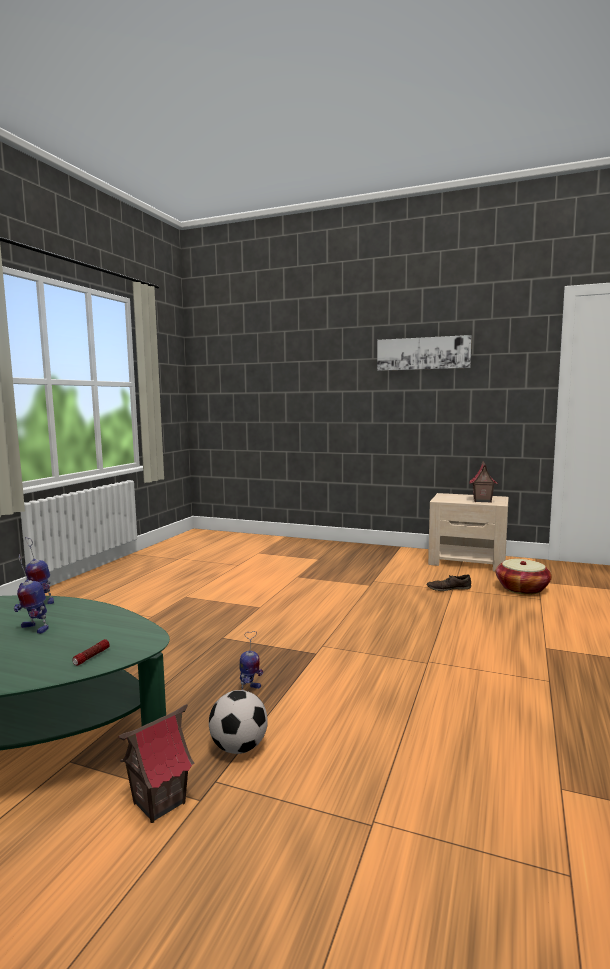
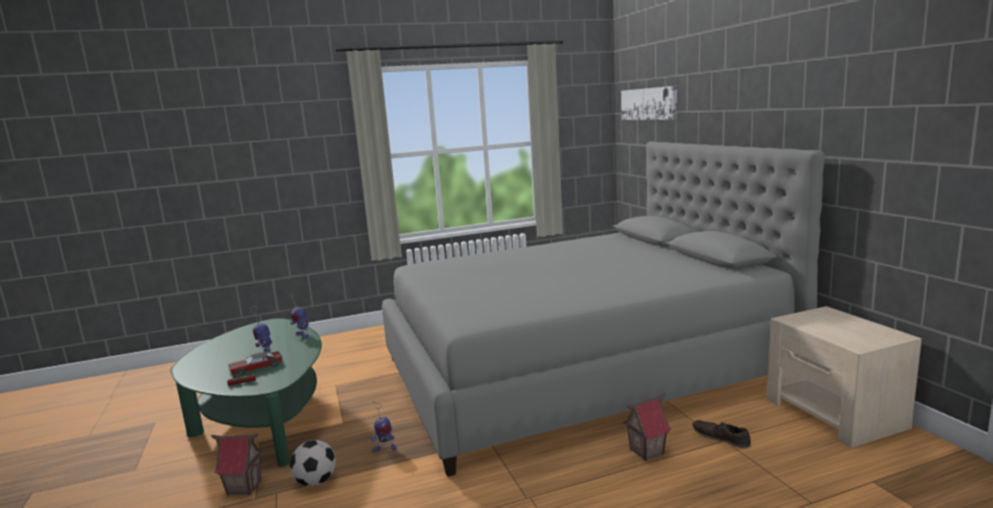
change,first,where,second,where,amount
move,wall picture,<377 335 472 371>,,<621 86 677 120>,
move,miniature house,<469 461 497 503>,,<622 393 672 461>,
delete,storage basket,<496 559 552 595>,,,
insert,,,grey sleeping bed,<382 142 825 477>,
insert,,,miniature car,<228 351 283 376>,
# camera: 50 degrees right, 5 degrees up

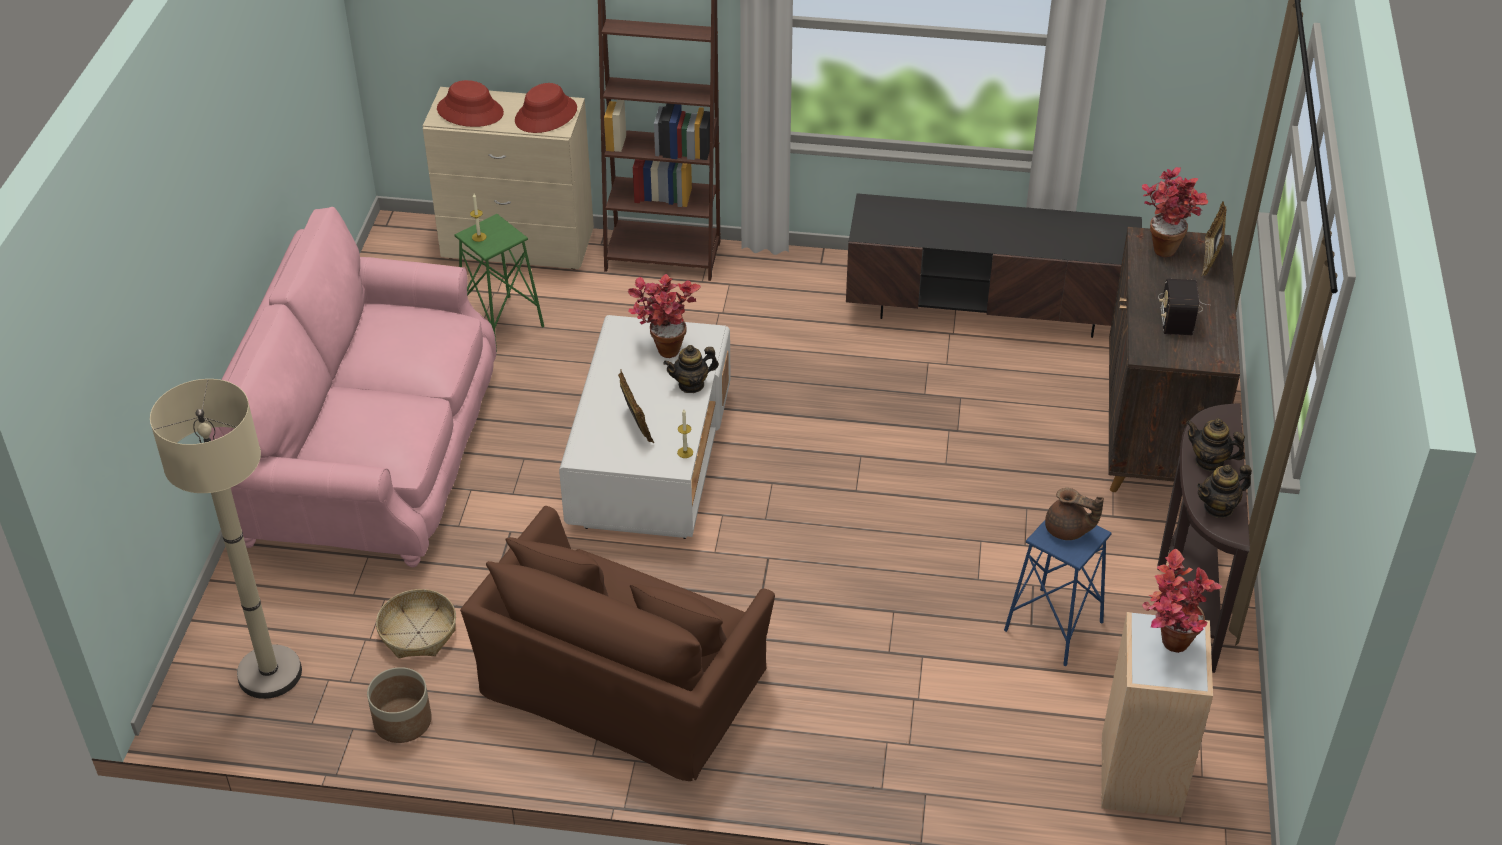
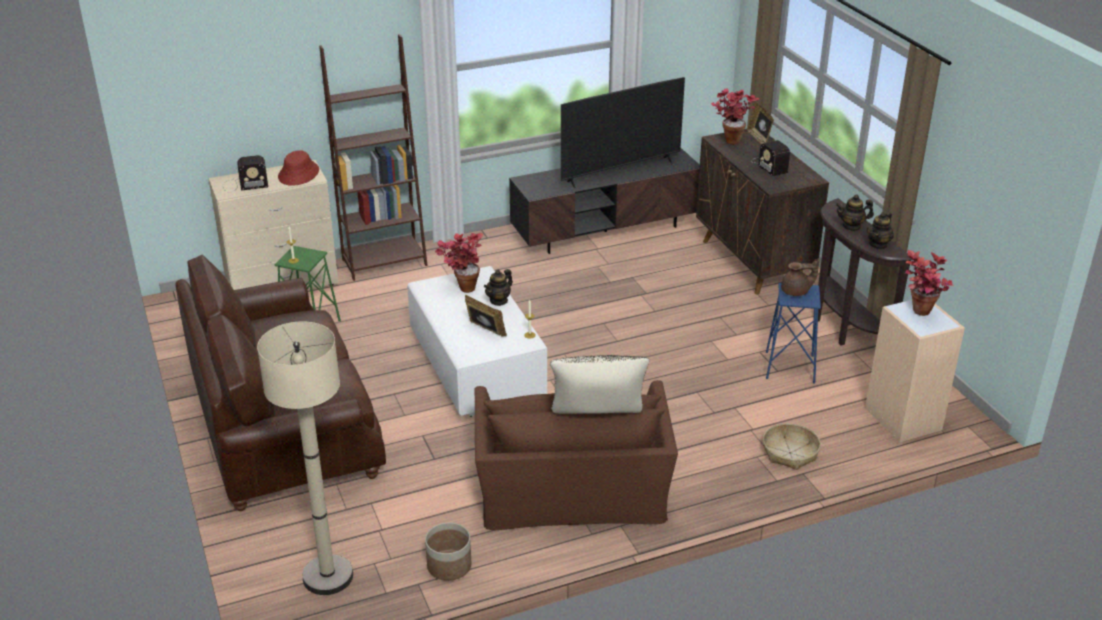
change,first,where,second,where,amount
replace,red-coloured hat,<437 80 504 127>,radio set,<223 155 268 192>,
recolor,pinkish sofa,<209 207 497 567>,brown sofa,<176 255 386 511>,
move,storage basket,<376 589 456 658>,,<763 423 821 470>,
insert,,,television,<561 77 685 188>,
insert,,,beige-coloured cushion,<550 355 649 414>,
# camera: 30 degrees left, 10 degrees down

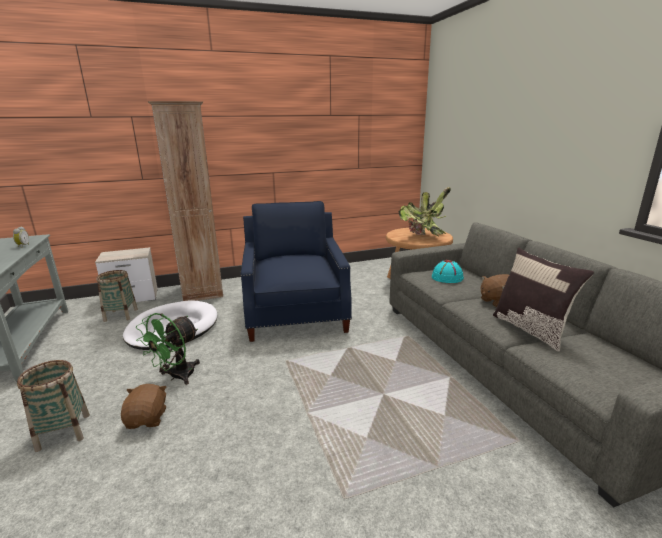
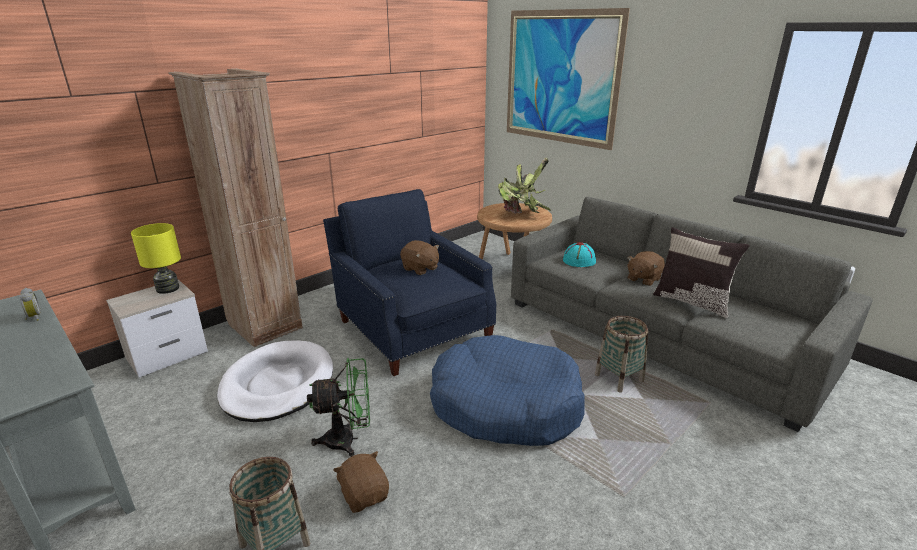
change,first,where,second,where,amount
move,storage basket,<97 270 138 322>,,<595 316 649 393>,
rotate,green-coloured fan,<136 313 200 385>,,<307 358 370 457>,105 degrees counterclockwise
insert,,,wall picture,<507 8 630 150>,
insert,,,yellow lamp for a table,<131 223 181 294>,
insert,,,brown plush toy,<400 240 439 275>,
insert,,,blue-coloured dog bed,<430 335 585 446>,
# camera: 25 degrees left, 5 degrees up

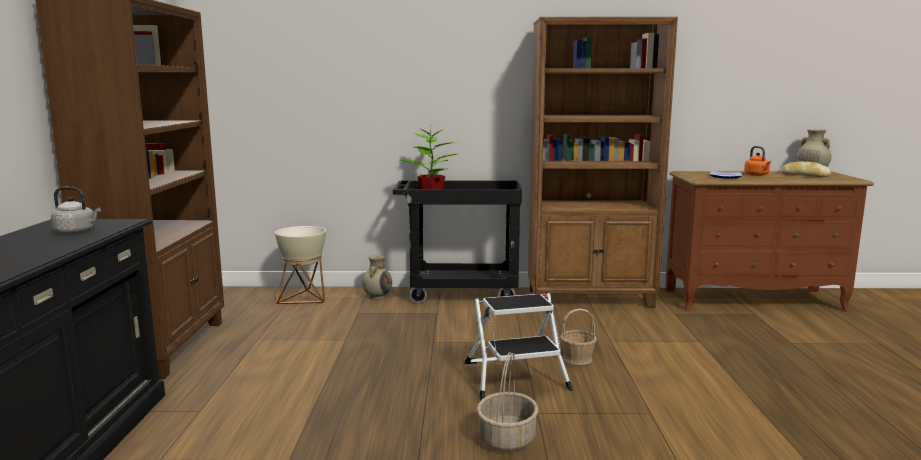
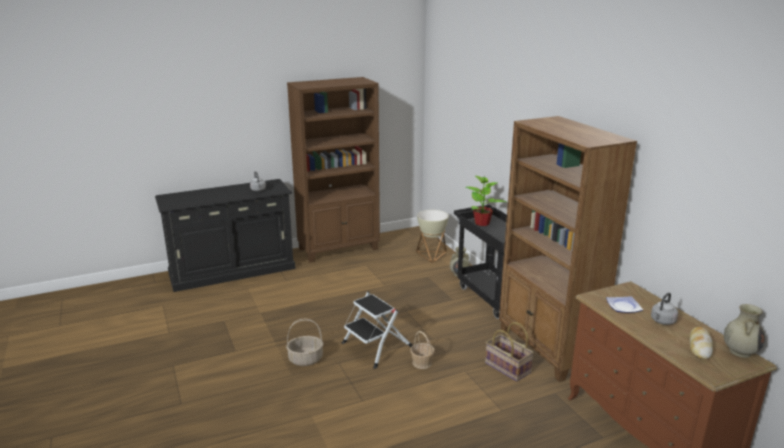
change,first,where,second,where,amount
recolor,orange kettle,<744 146 771 176>,grey kettle,<651 293 678 325>,
insert,,,storage basket,<485 322 534 382>,
# camera: 65 degrees right, 10 degrees up

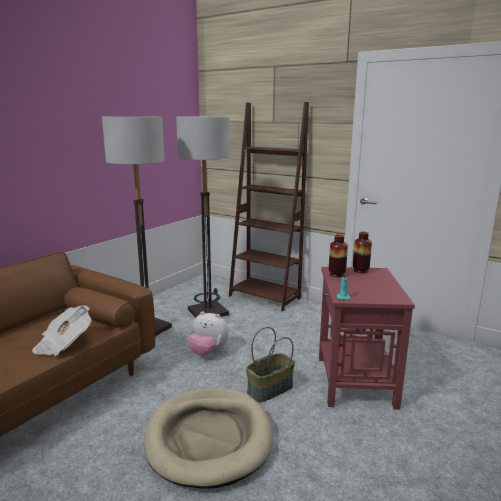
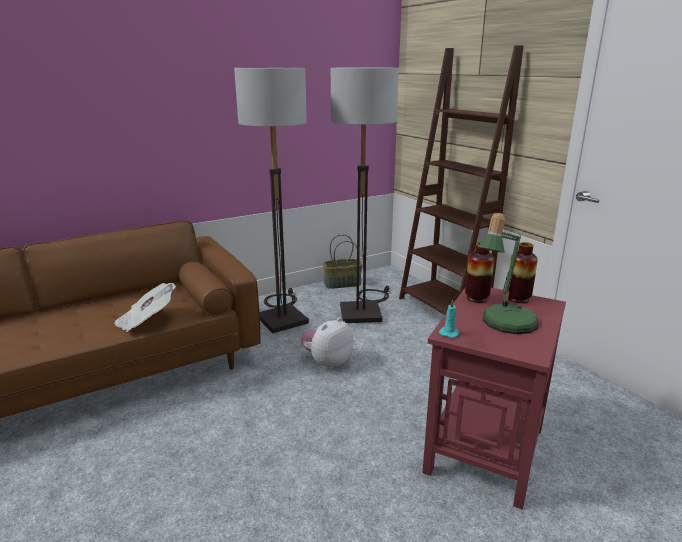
change,first,where,second,where,amount
rotate,plush toy,<188 311 229 356>,,<301 317 353 370>,90 degrees clockwise
move,storage basket,<246 327 295 402>,,<323 234 363 289>,
delete,beige-coloured dog bed,<144 388 272 488>,,,
insert,,,lamp for a table,<478 213 539 334>,
# camera: 25 degrees right, 5 degrees up

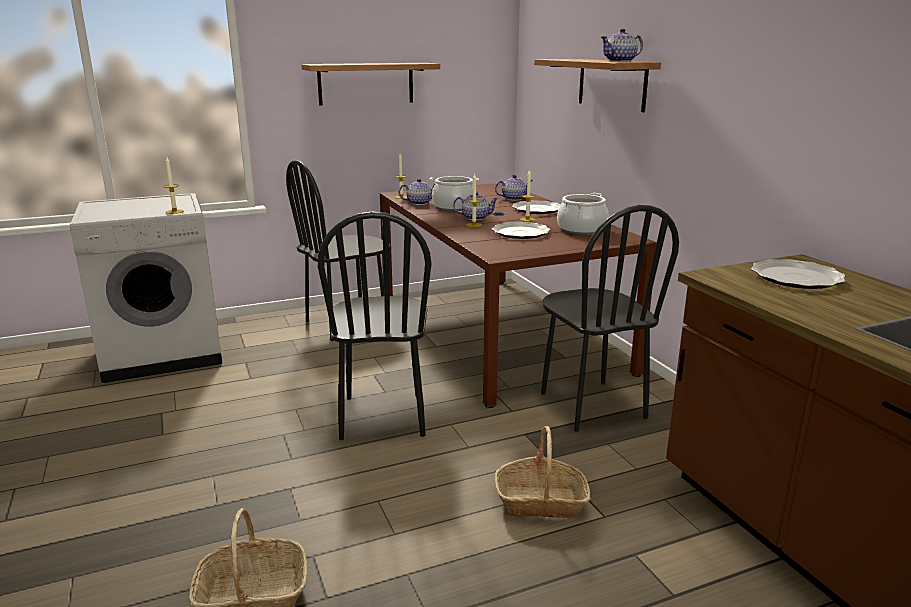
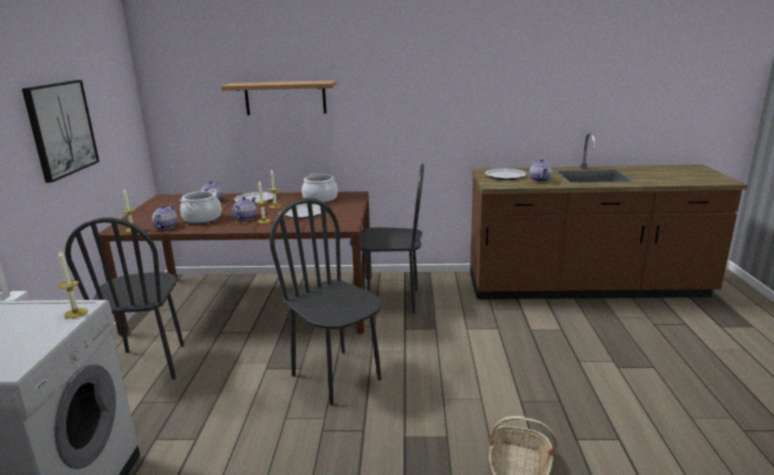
change,first,where,second,where,amount
move,tea pot,<601 29 643 62>,,<529 159 552 182>,
replace,bracket shelf,<301 63 440 106>,wall picture,<22 80 99 183>,
rotate,black upright chair,<318 211 432 440>,,<270 198 381 405>,150 degrees counterclockwise
delete,storage basket,<495 426 591 518>,,,
# camera: 65 degrees left, 0 degrees up

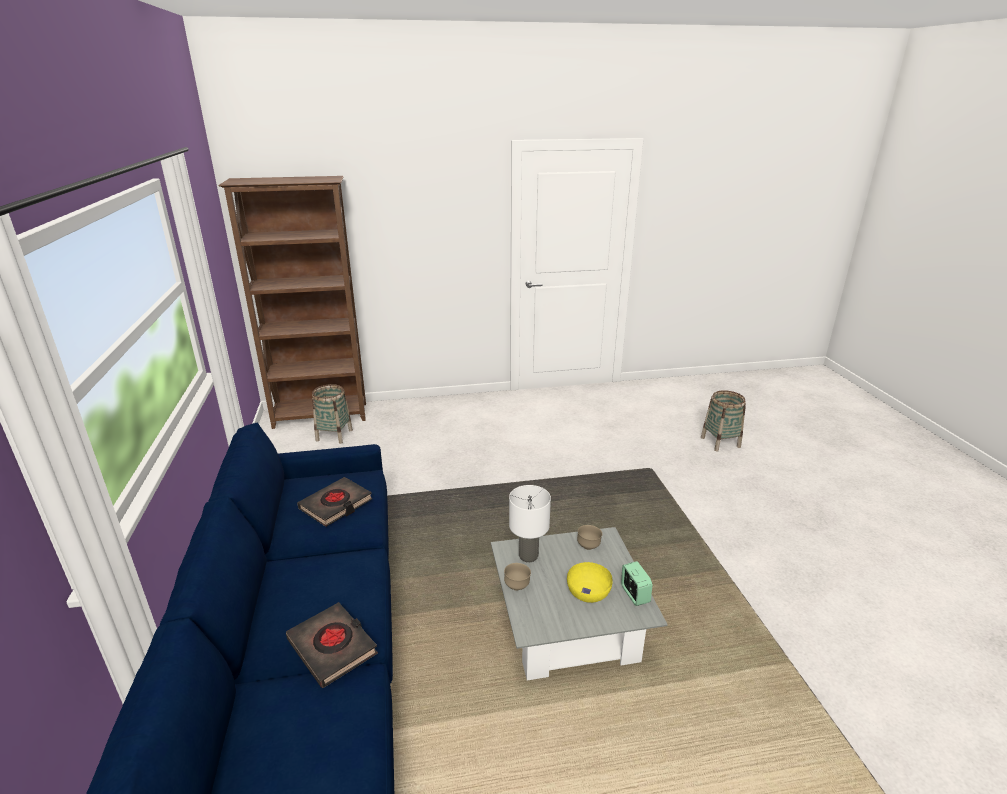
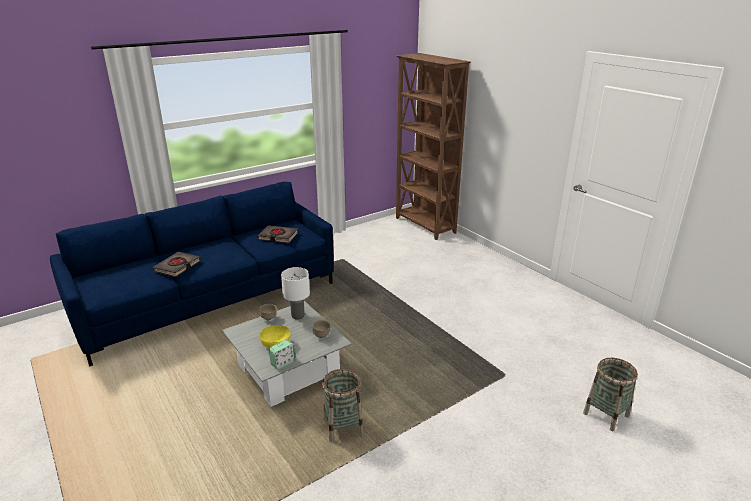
change,first,where,second,where,amount
move,storage basket,<312 384 353 444>,,<322 369 363 442>,
# camera: 65 degrees right, 0 degrees up

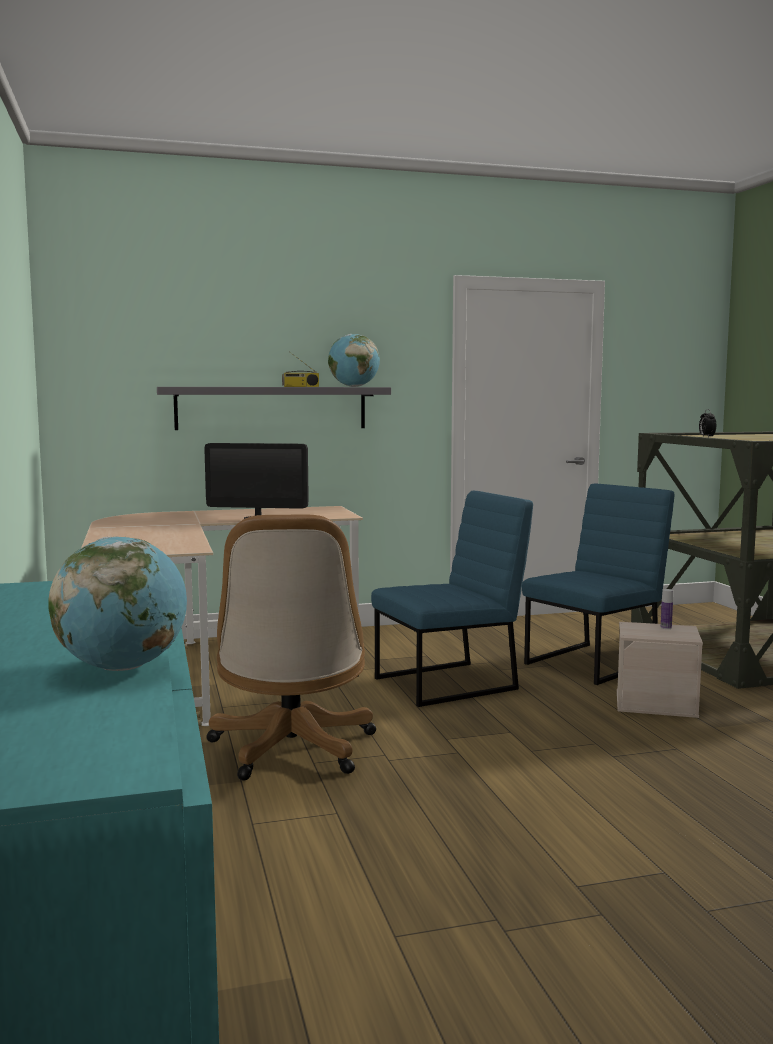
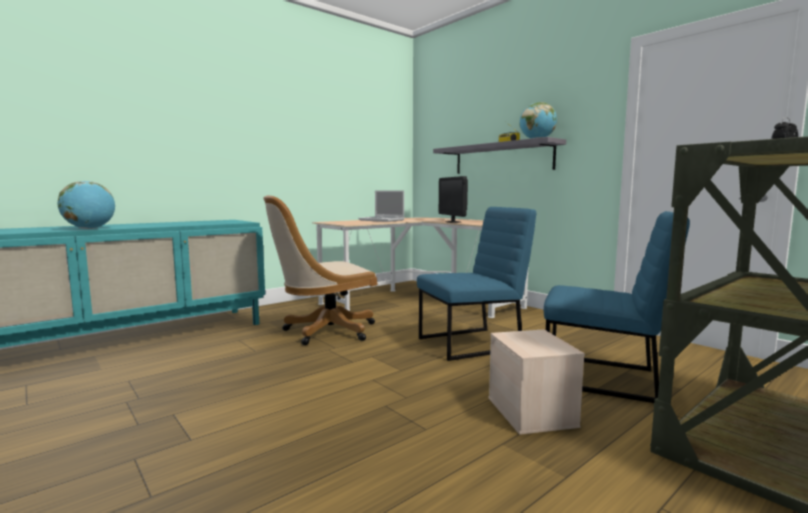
change,first,where,second,where,amount
rotate,blue-coloured upright chair,<371 491 533 707>,,<417 207 536 361>,60 degrees counterclockwise
delete,drink bottle,<661 589 673 629>,,,
insert,,,portable computer,<359 191 404 222>,
# camera: 65 degrees right, 0 degrees up

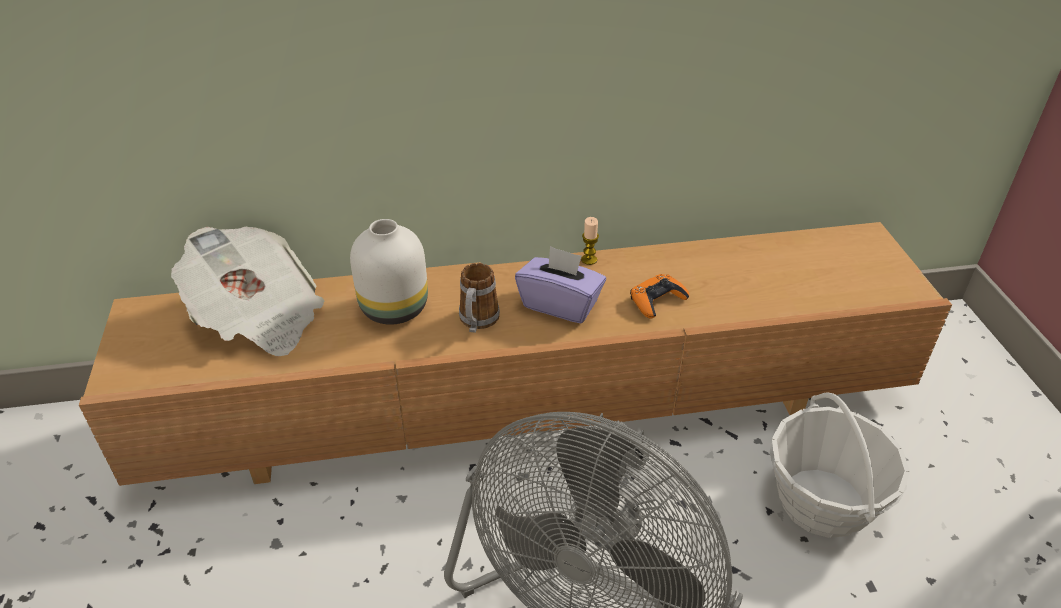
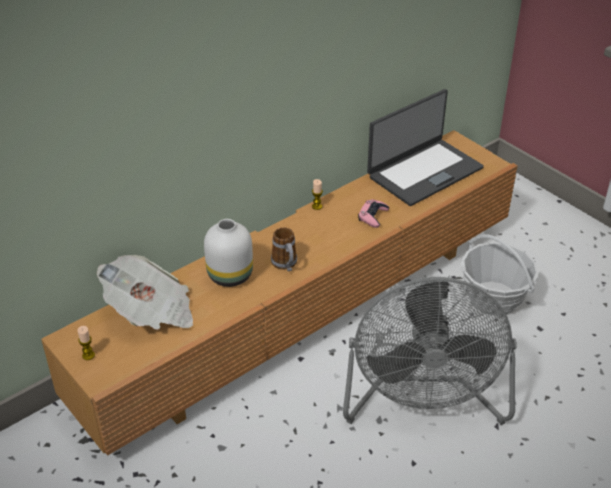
change,first,where,second,where,amount
delete,purplish tissue holder,<515 246 606 323>,,,
recolor,orange joypad,<630 274 689 319>,pinkish joypad,<358 199 389 228>,
insert,,,portable computer,<367 89 484 206>,
insert,,,candle,<78 326 95 360>,
# camera: 30 degrees left, 0 degrees up

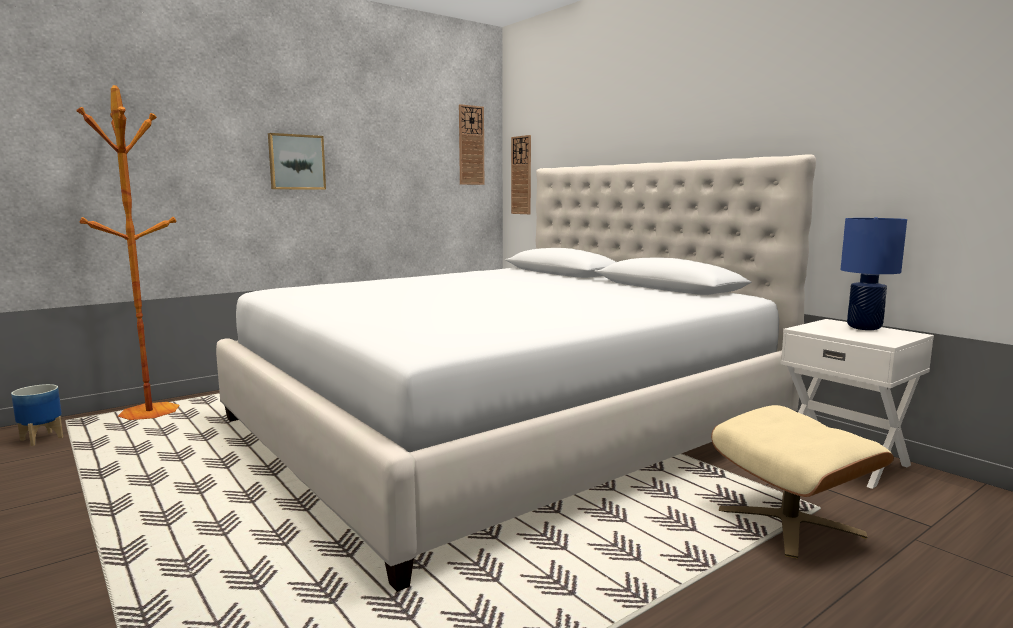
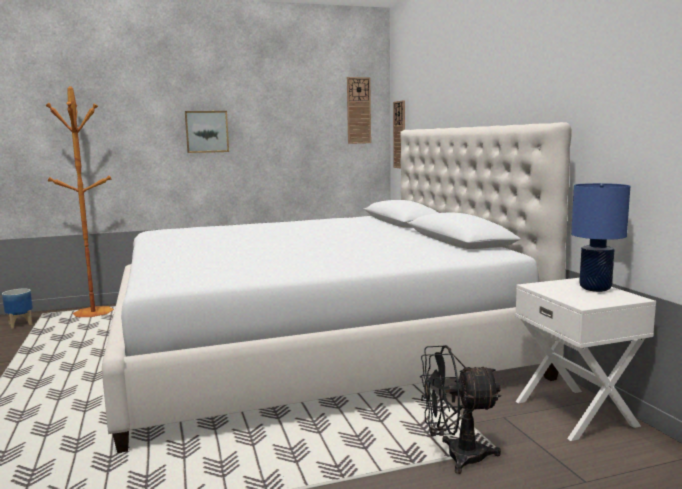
change,first,where,second,where,amount
replace,beige-coloured footrest,<711 405 894 558>,black fan,<420 345 501 474>,
# camera: 20 degrees right, 0 degrees up

